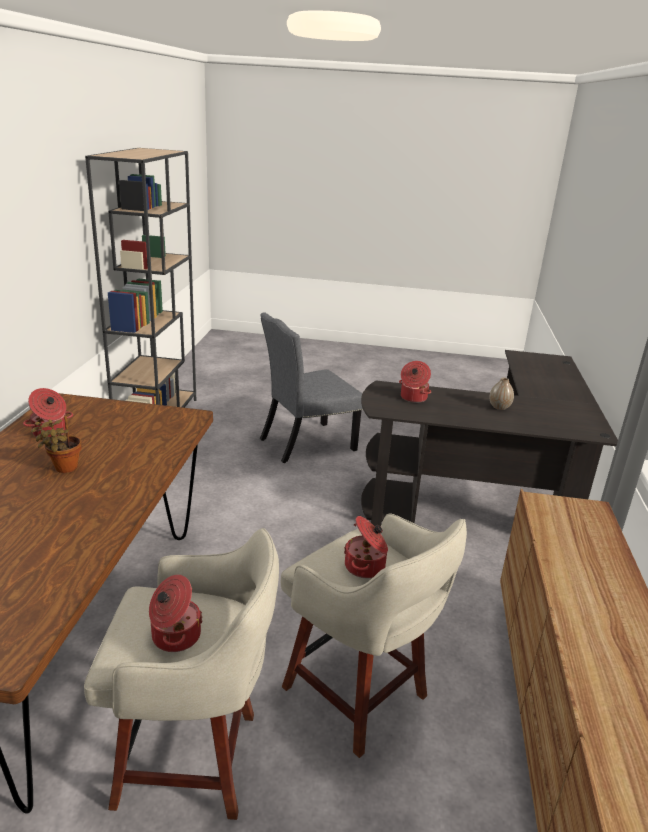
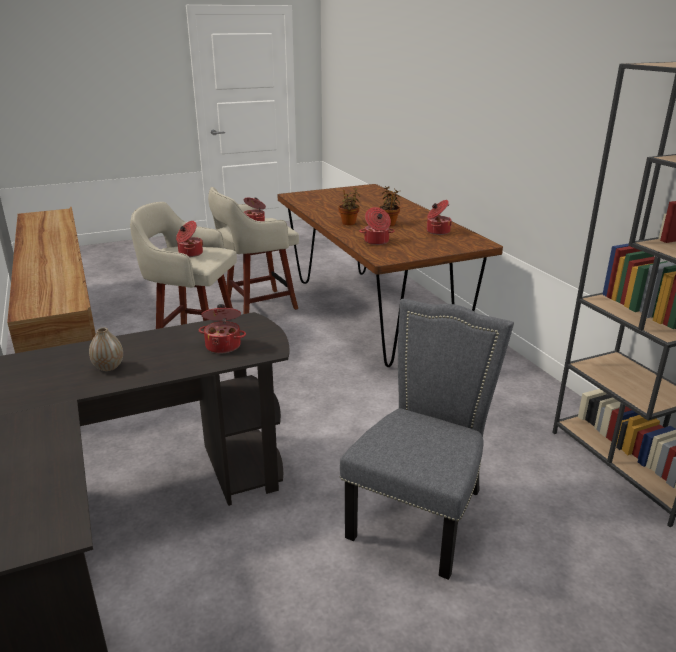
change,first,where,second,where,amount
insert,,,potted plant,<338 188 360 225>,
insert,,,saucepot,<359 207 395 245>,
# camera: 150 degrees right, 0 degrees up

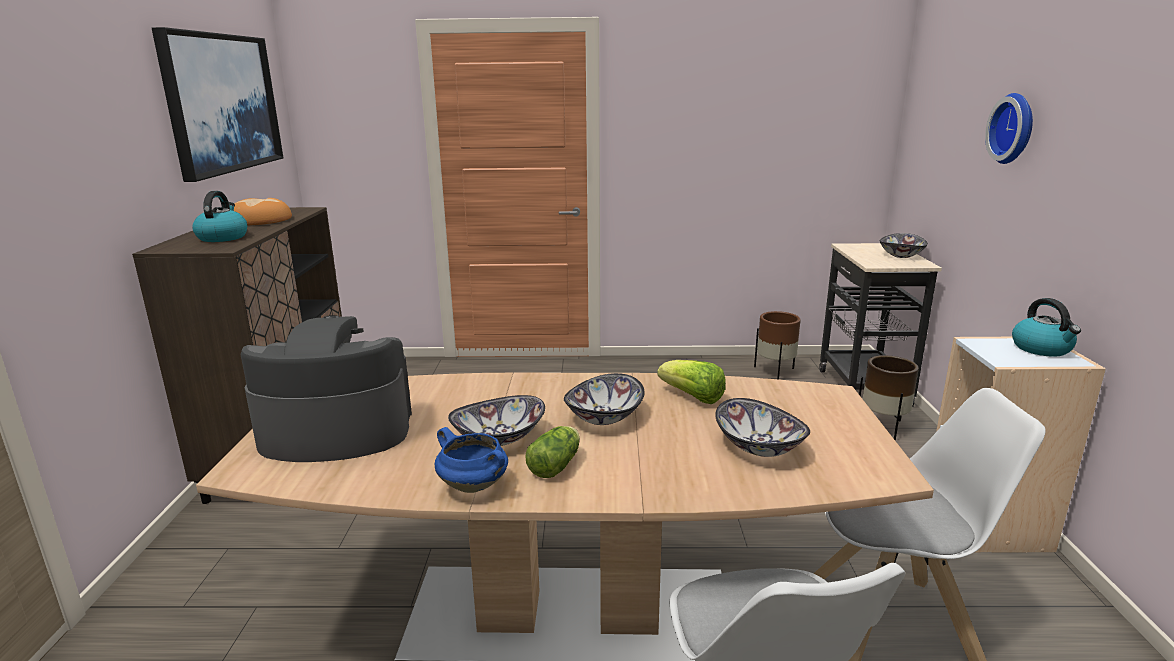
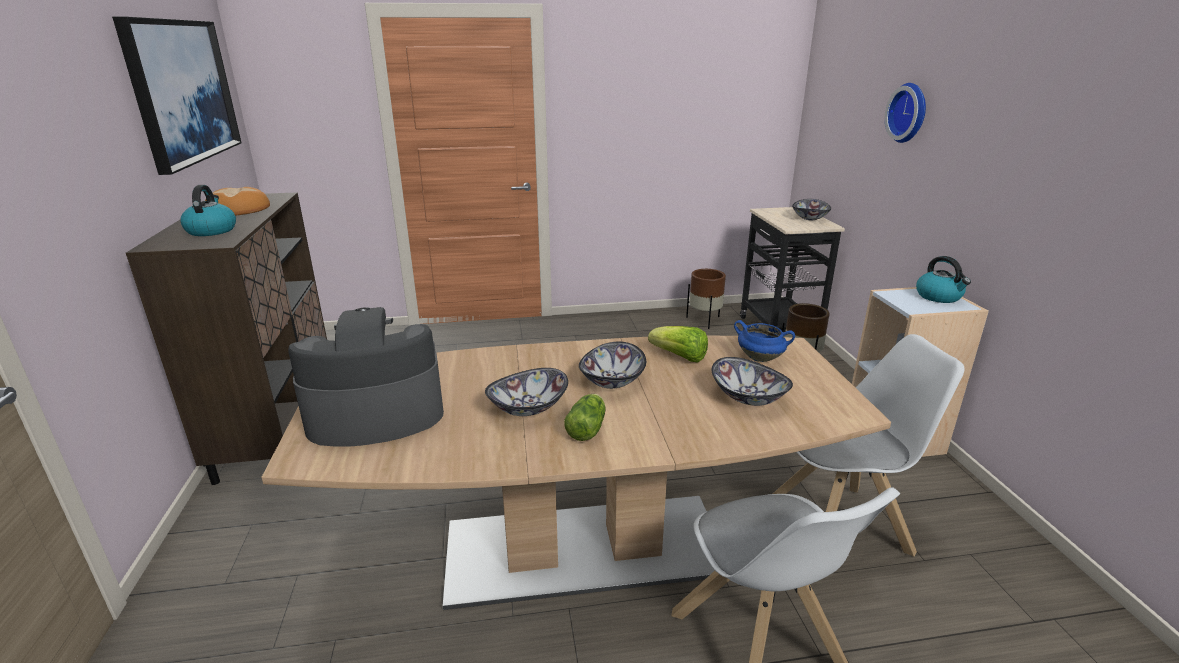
change,first,where,second,where,amount
move,blue-coloured saucepot,<434 427 508 493>,,<734 320 795 362>,
# camera: 10 degrees left, 5 degrees up

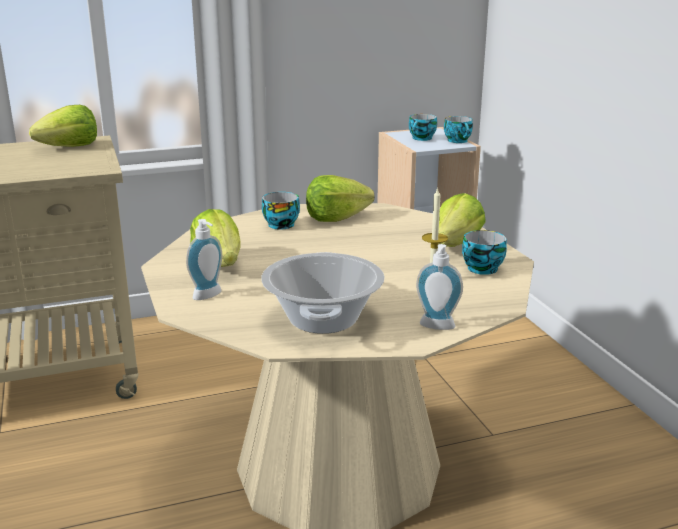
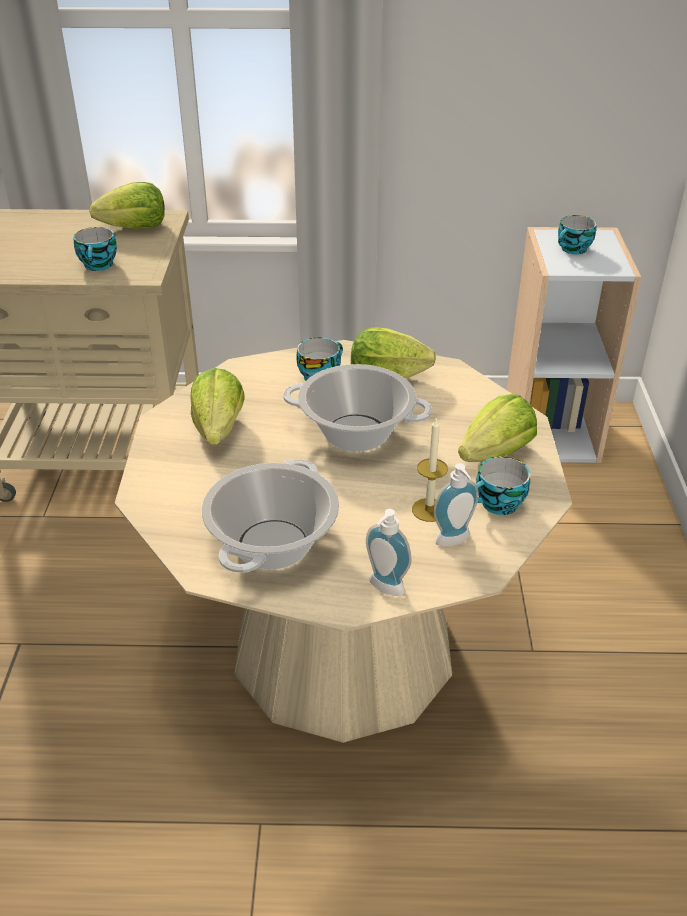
change,first,where,second,where,amount
move,small cup,<444 116 473 143>,,<73 227 117 271>,
move,soap dispenser,<186 219 222 300>,,<434 463 479 546>,
insert,,,saucepot,<283 364 433 451>,
# camera: 20 degrees right, 15 degrees up

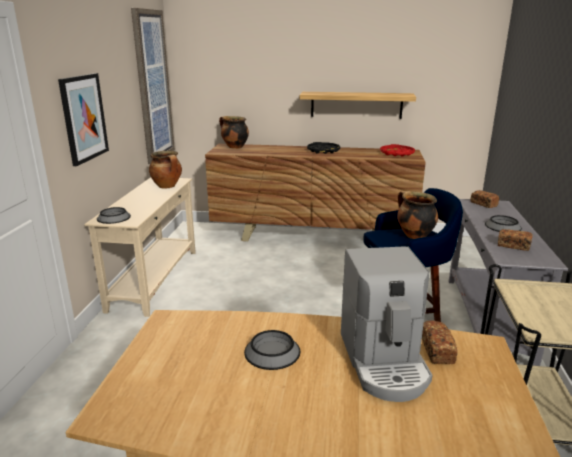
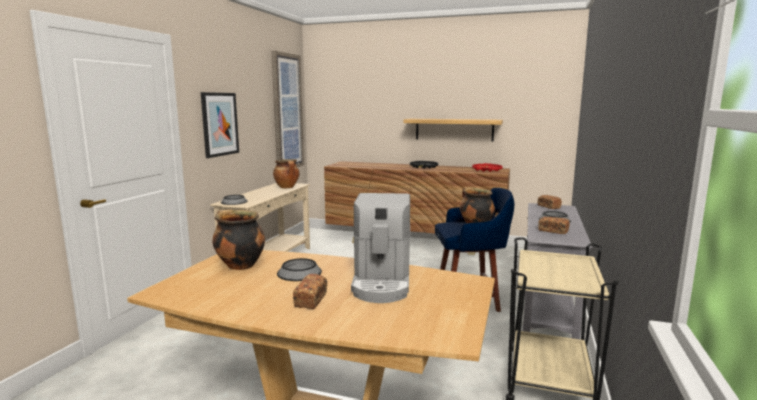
change,first,where,second,where,amount
move,saucepot,<219 116 249 149>,,<212 209 265 270>,
move,bakery bread,<422 321 458 364>,,<293 274 327 309>,
# camera: 10 degrees right, 10 degrees down

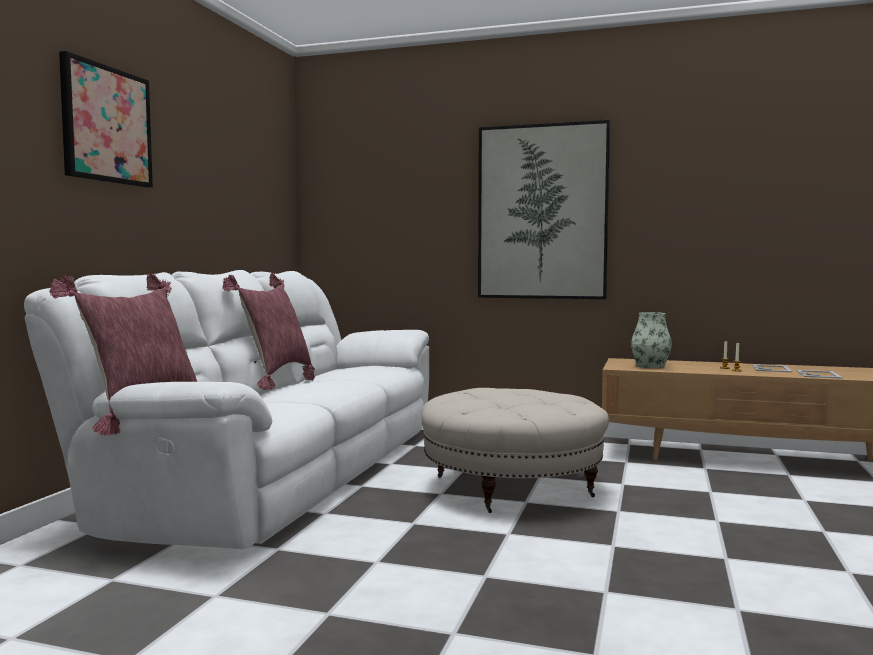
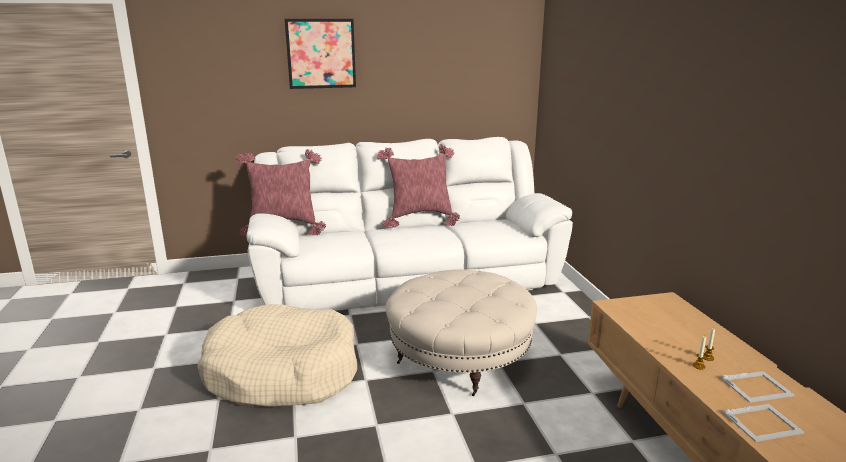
change,first,where,second,where,amount
delete,wall picture,<478 120 610 299>,,,
delete,decorative vase,<631 312 672 368>,,,
insert,,,beige-coloured dog bed,<198 304 357 407>,
# camera: 60 degrees right, 15 degrees up

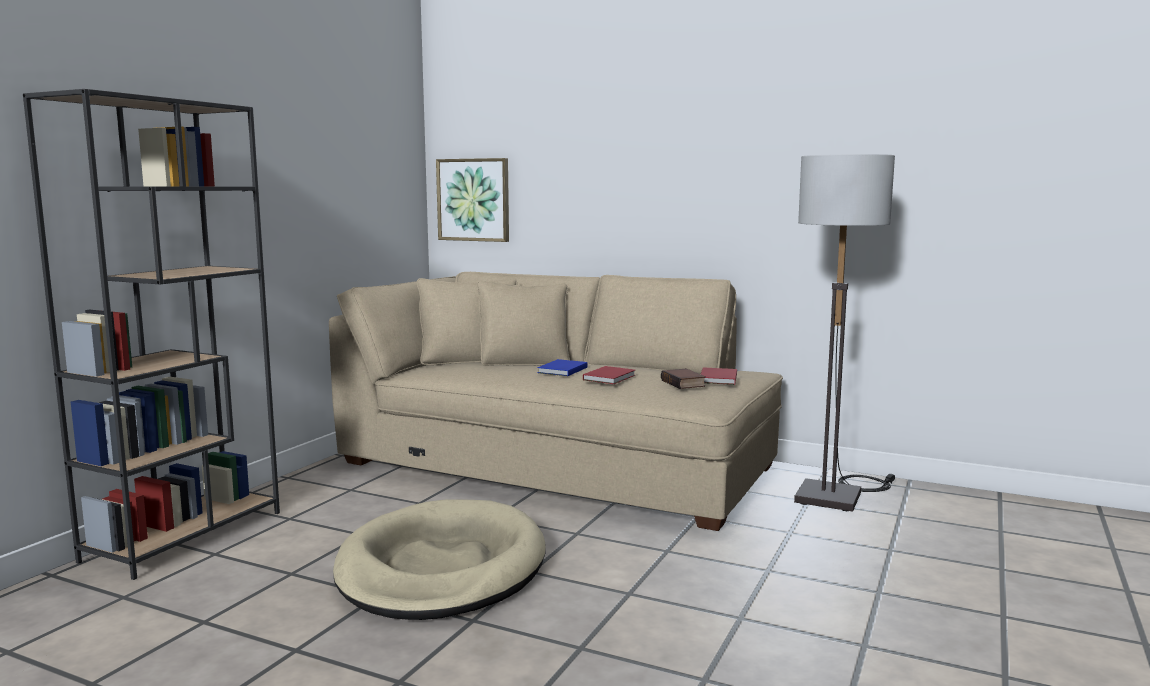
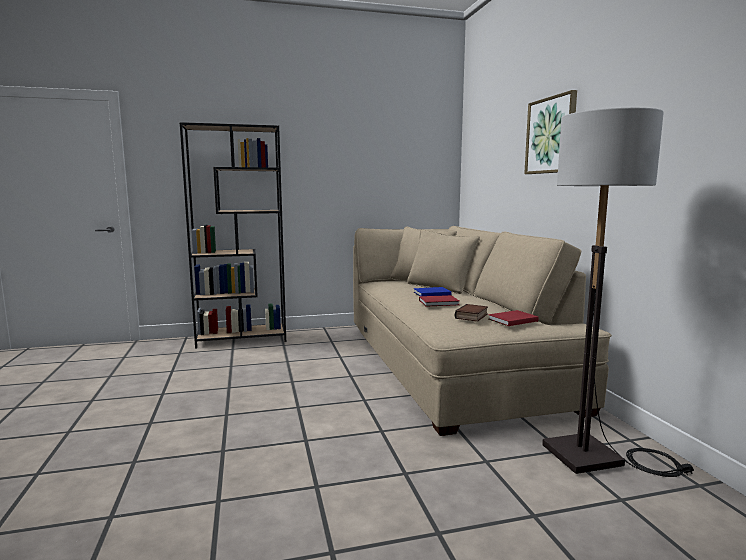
change,first,where,second,where,amount
move,wall picture,<436 158 509 242>,,<524 90 577 174>,
delete,beige-coloured dog bed,<333 499 546 620>,,,
# camera: 50 degrees right, 0 degrees up

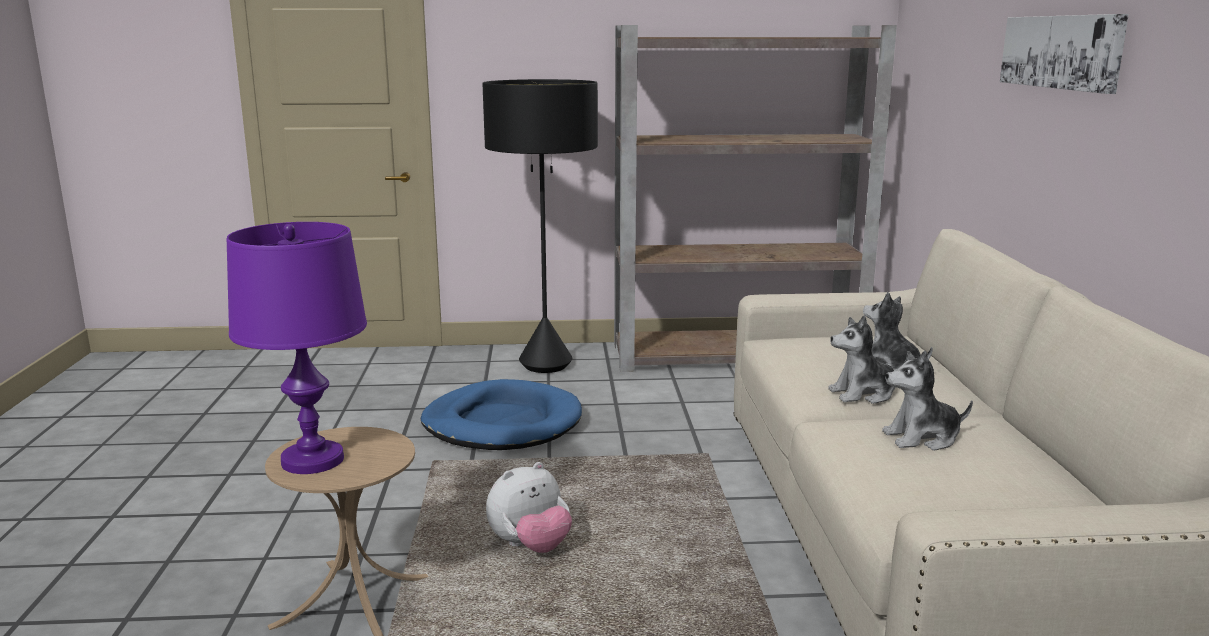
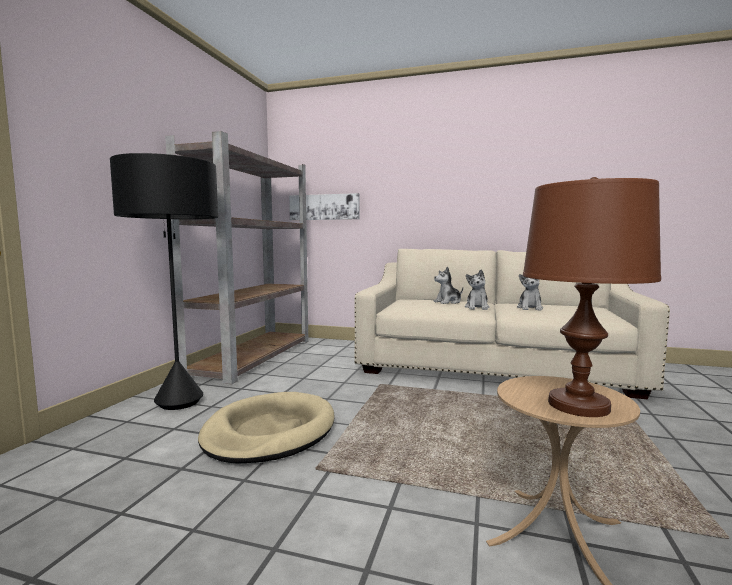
change,first,where,second,where,amount
move,wall picture,<1000 14 1129 94>,,<289 193 360 220>,
recolor,purplish lamp for a table,<226 222 367 474>,brown lamp for a table,<523 177 661 417>,
recolor,blue-coloured dog bed,<420 379 582 450>,beige-coloured dog bed,<198 392 335 464>,
delete,plush toy,<486 462 572 553>,,,
# camera: 70 degrees left, 10 degrees down

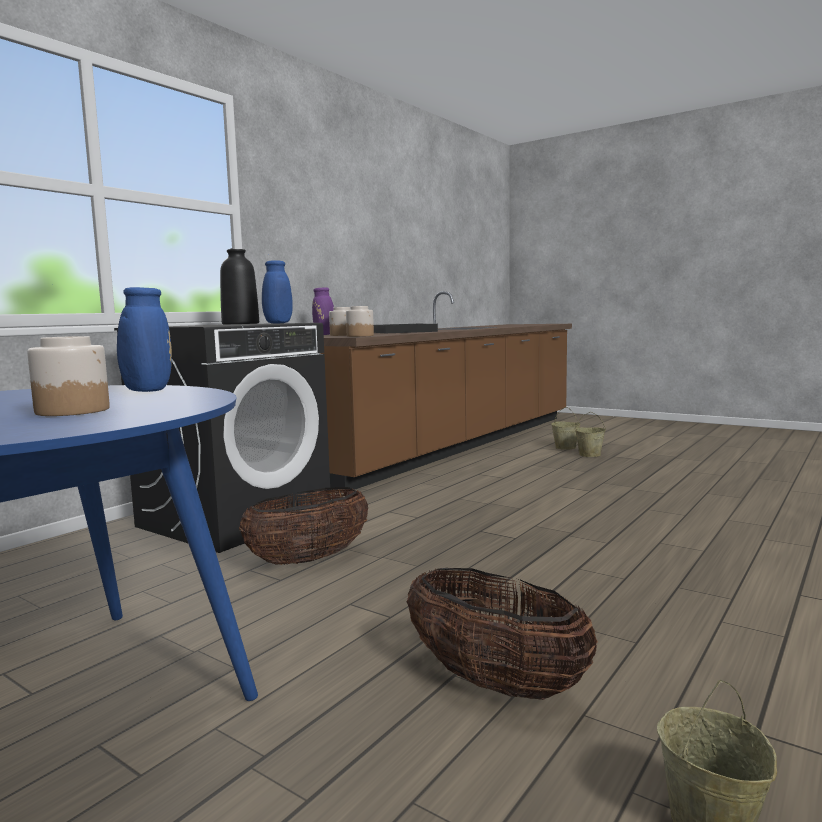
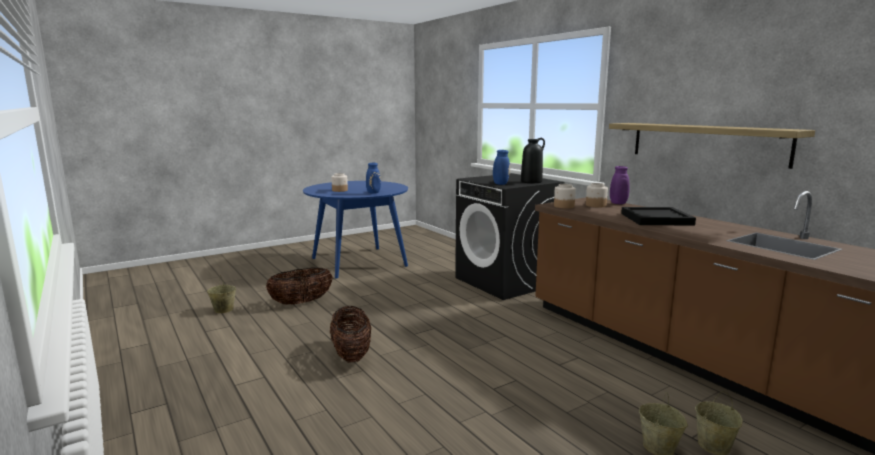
change,first,where,second,where,amount
move,storage basket,<239 487 368 565>,,<330 306 371 363>,
insert,,,bracket shelf,<609 123 815 169>,
# camera: 110 degrees right, 5 degrees up

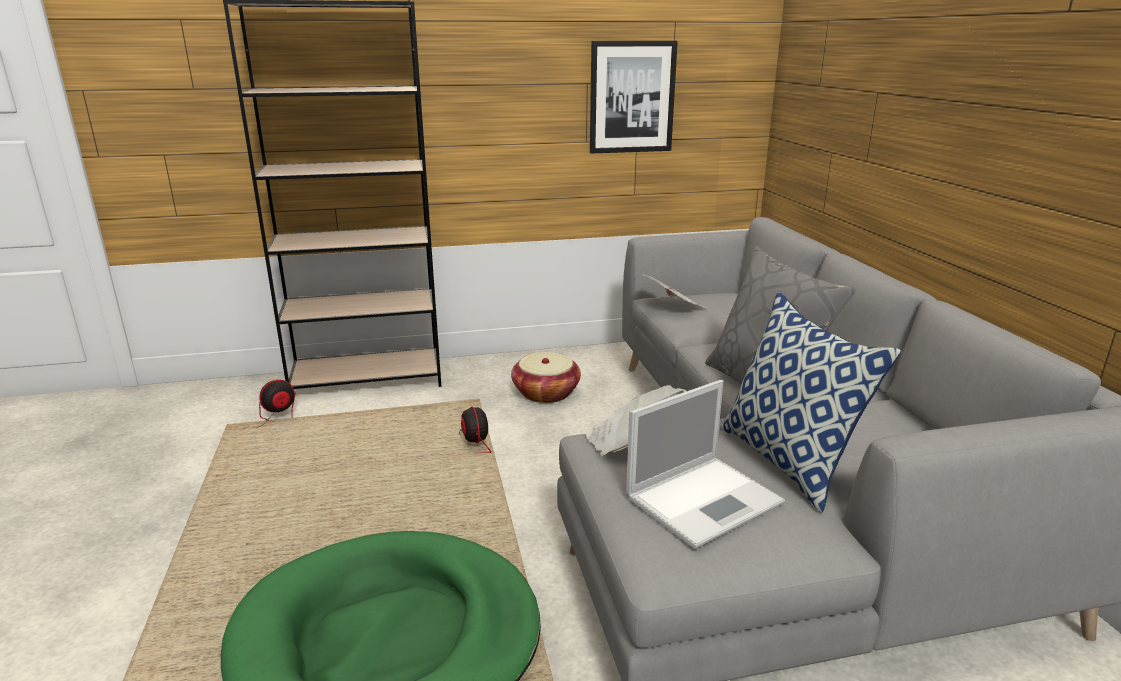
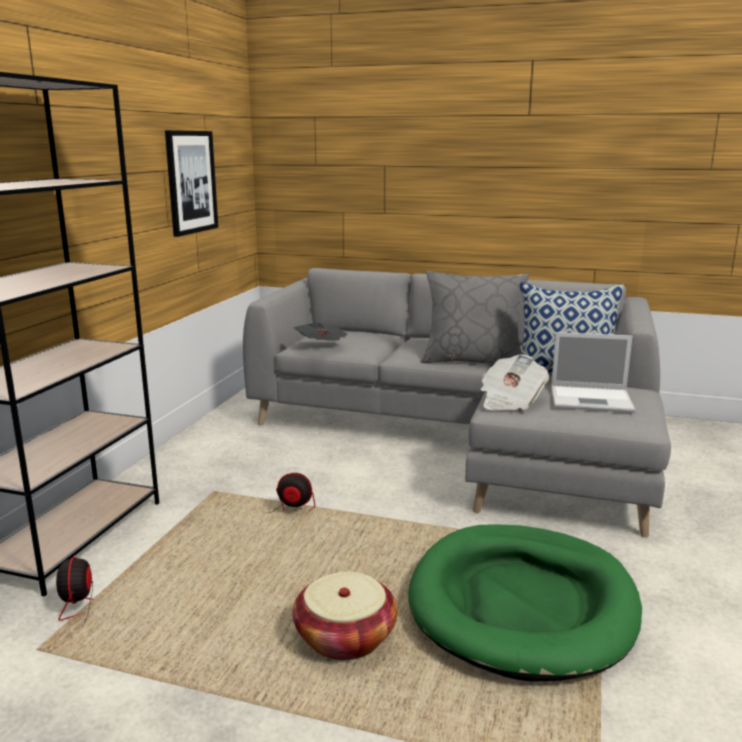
change,first,where,second,where,amount
move,storage basket,<511 352 581 403>,,<293 571 397 660>,
rotate,portable computer,<626 380 785 549>,,<551 332 635 413>,105 degrees clockwise
# camera: 60 degrees left, 5 degrees down

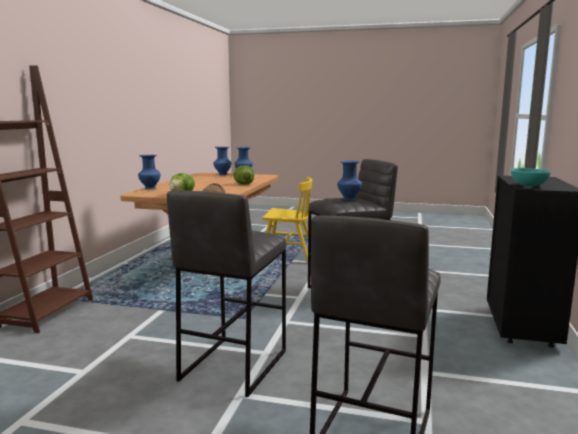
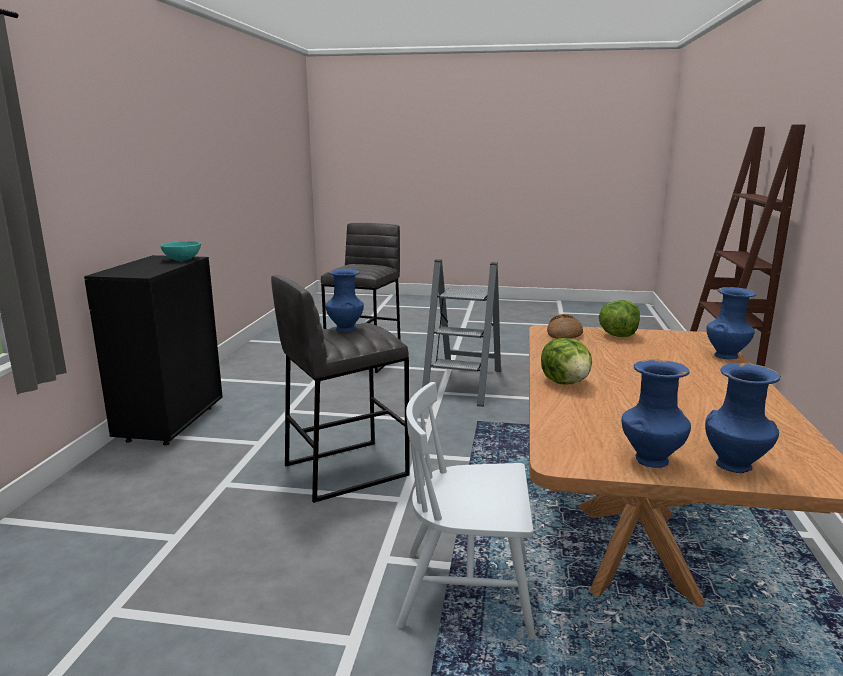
change,first,where,second,where,amount
recolor,yellow upright chair,<262 177 312 263>,whitish upright chair,<396 382 535 638>,
replace,grey sitting stool,<167 191 286 397>,grey step ladder,<422 259 501 407>,
# camera: 175 degrees right, 5 degrees up

